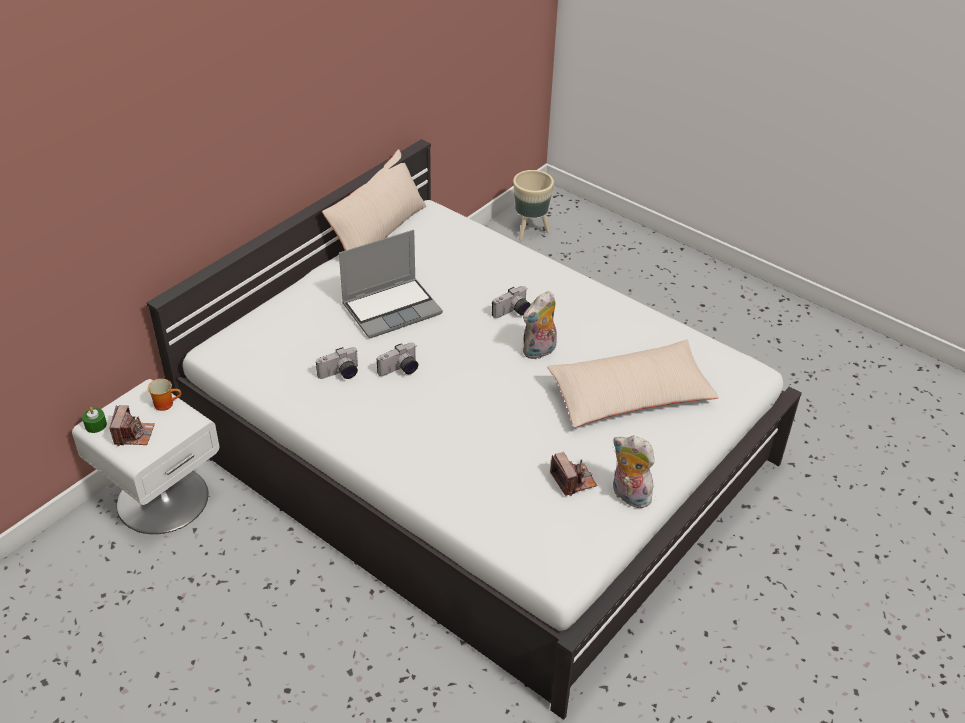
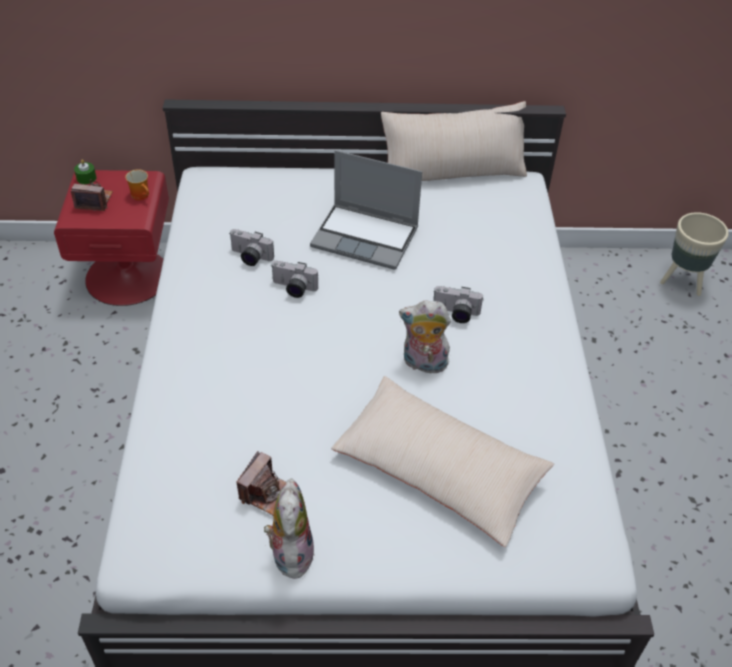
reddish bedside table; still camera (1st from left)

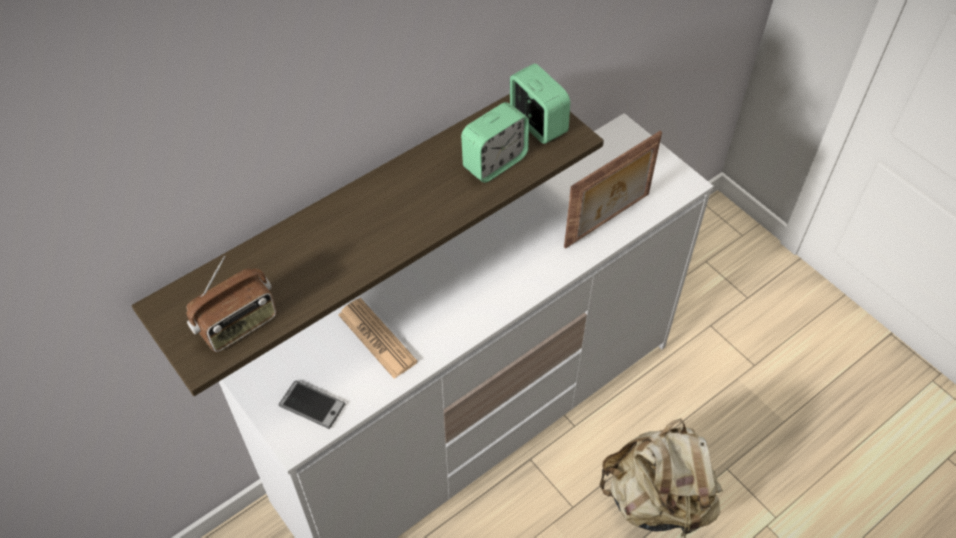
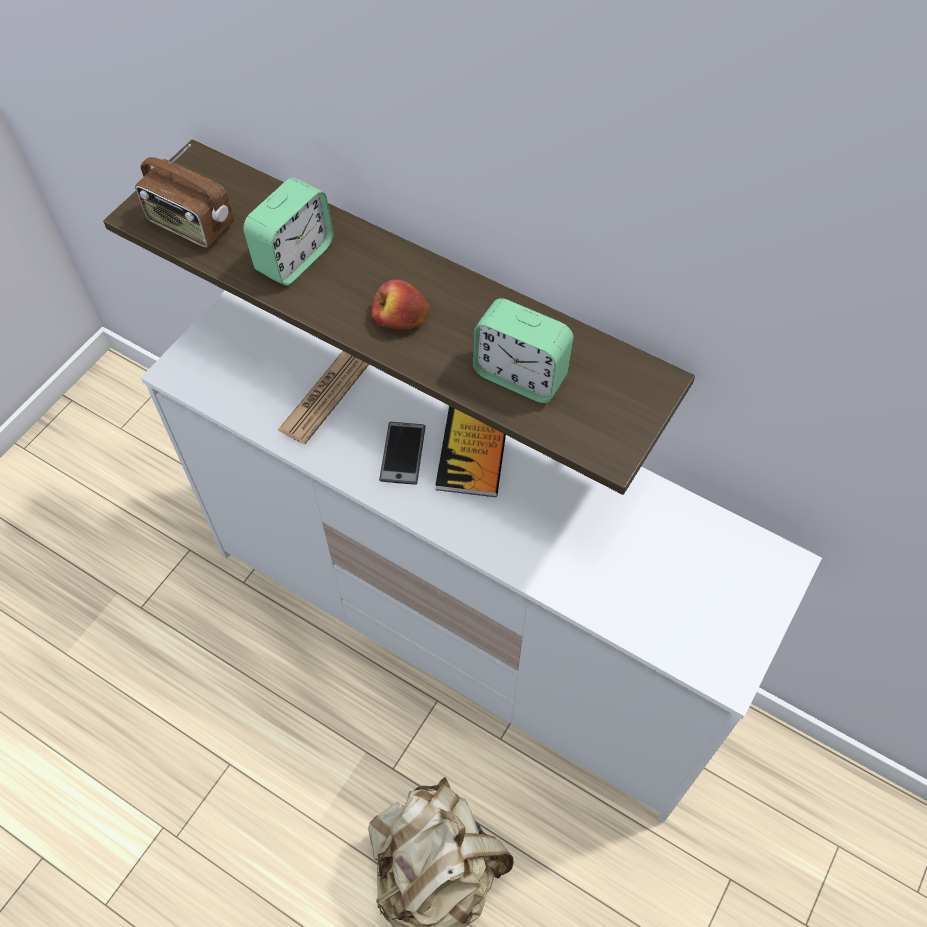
phone; bedside clock (1st from left); picture frame; whole apple; book

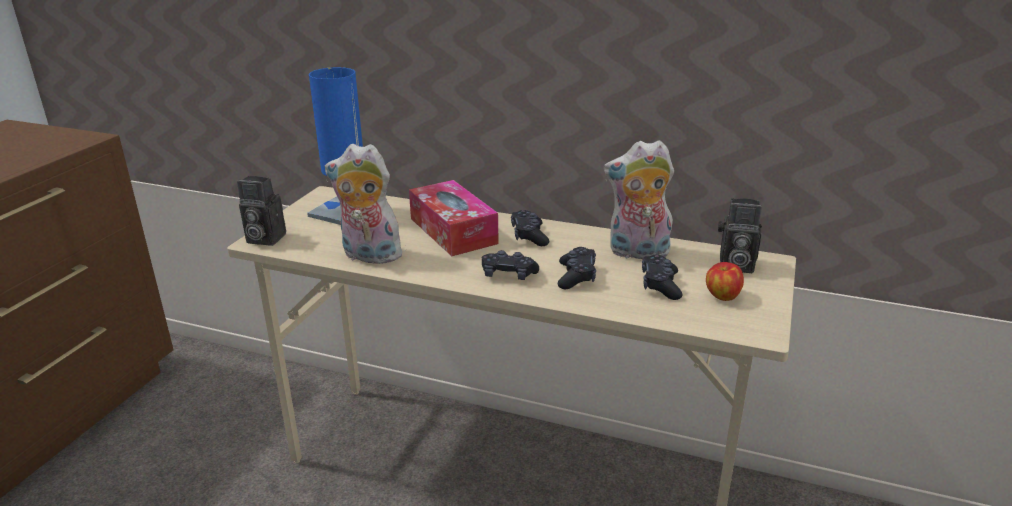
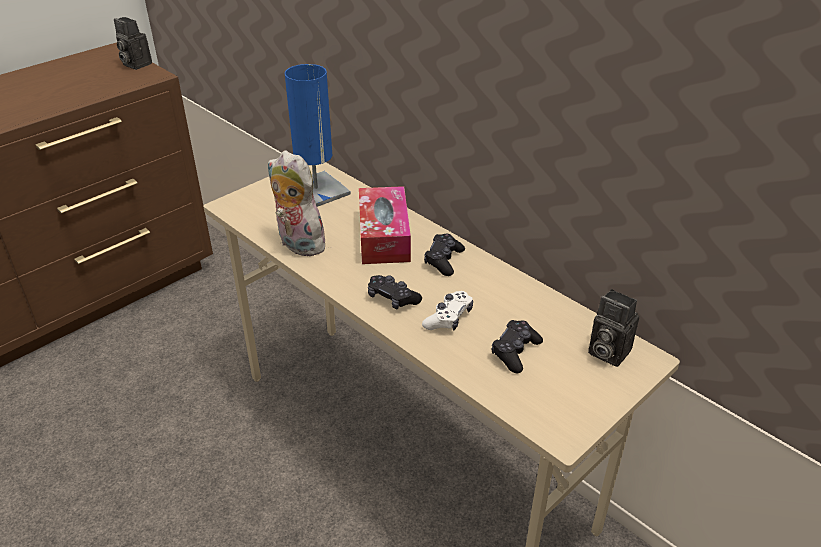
still camera (1st from left); white joypad; plush toy (2nd from left in the first image); whole apple

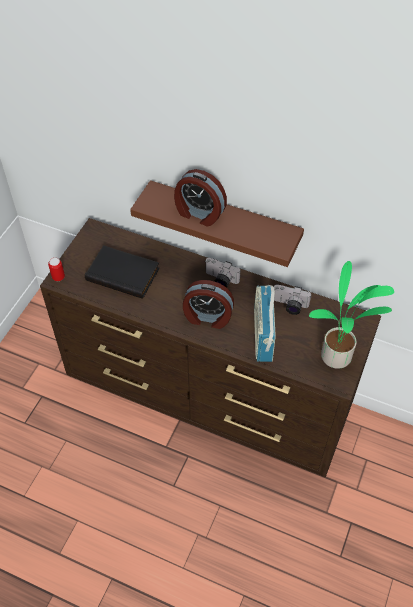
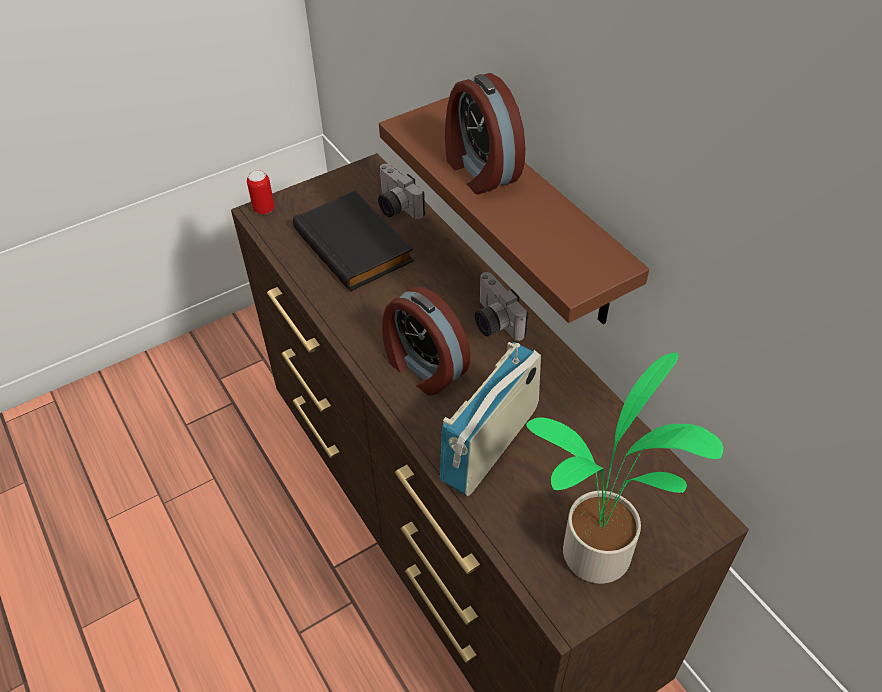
still camera (1st from left)

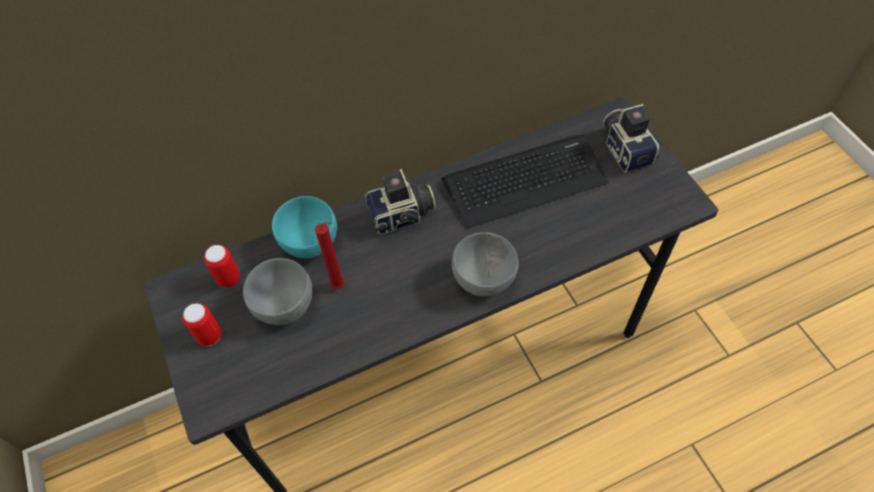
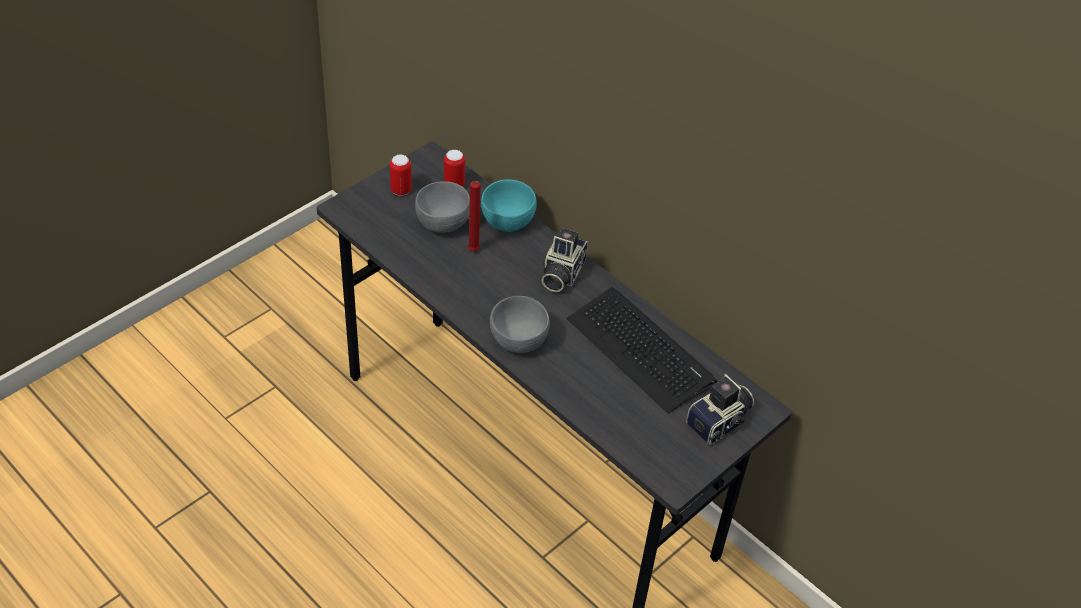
still camera (1st from left)

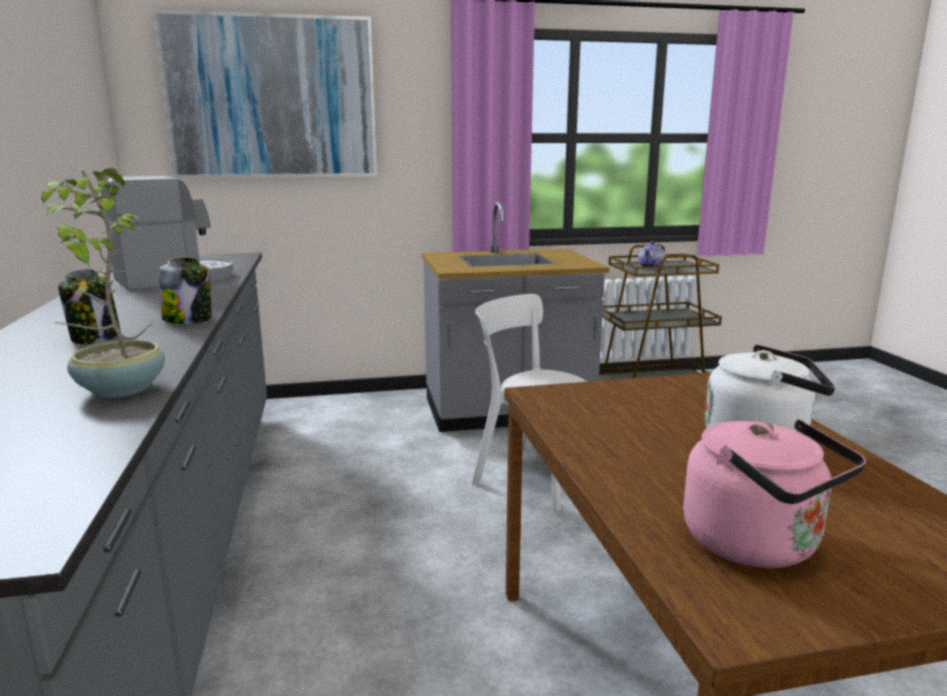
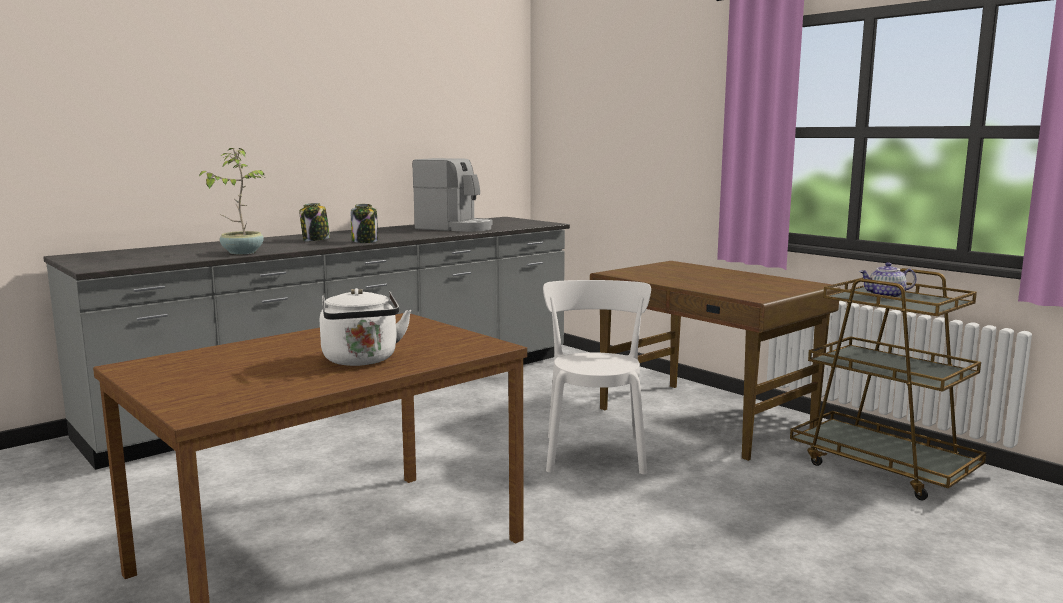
picture; brown-coloured desk; pink-coloured water kettle

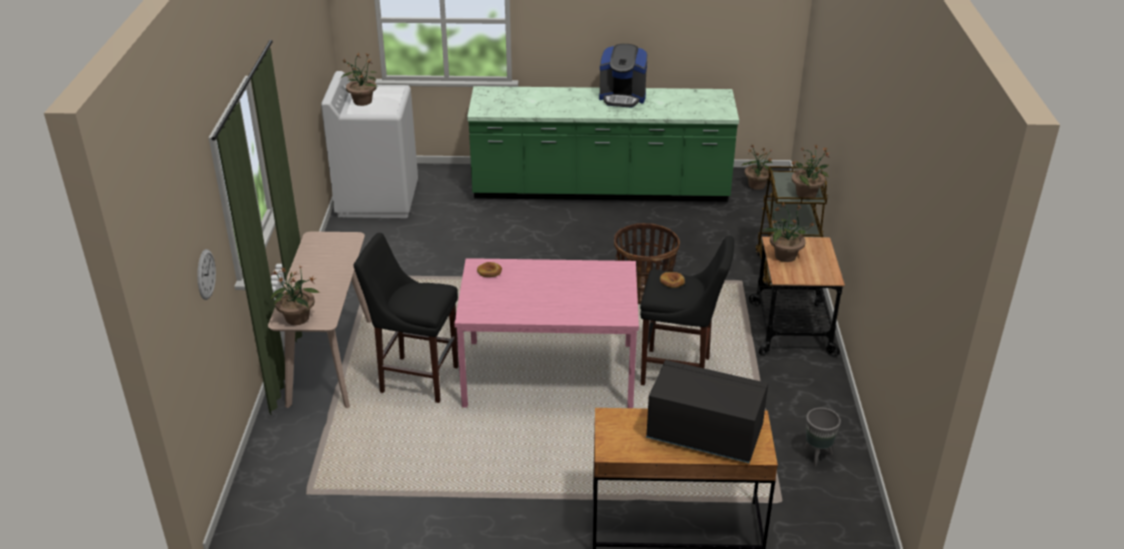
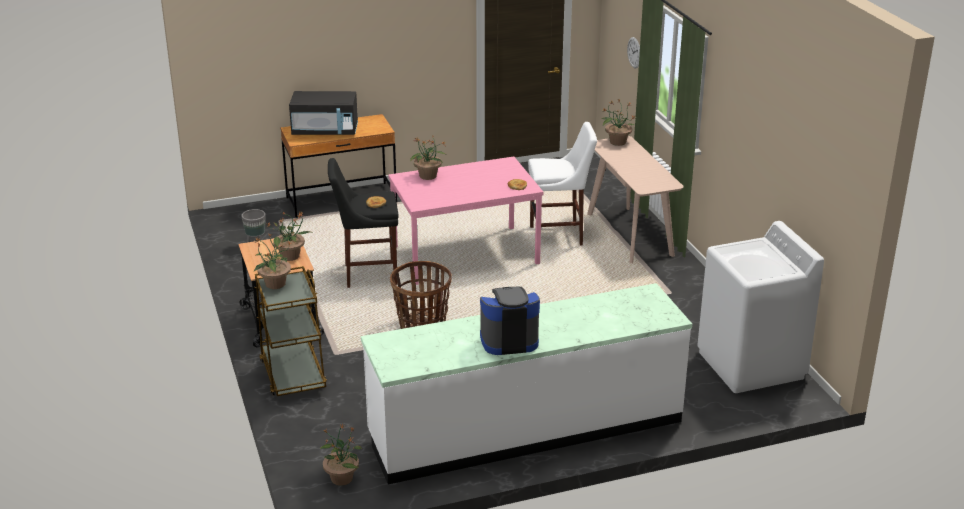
houseplant (4th from left); white sitting stool; white kitchen base unit

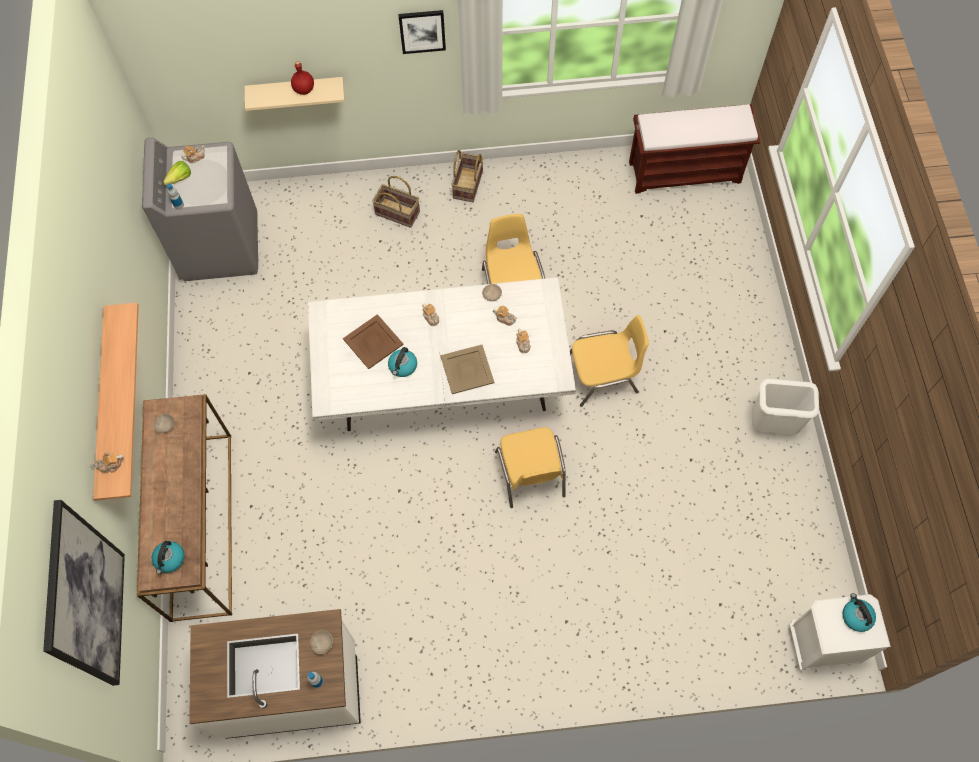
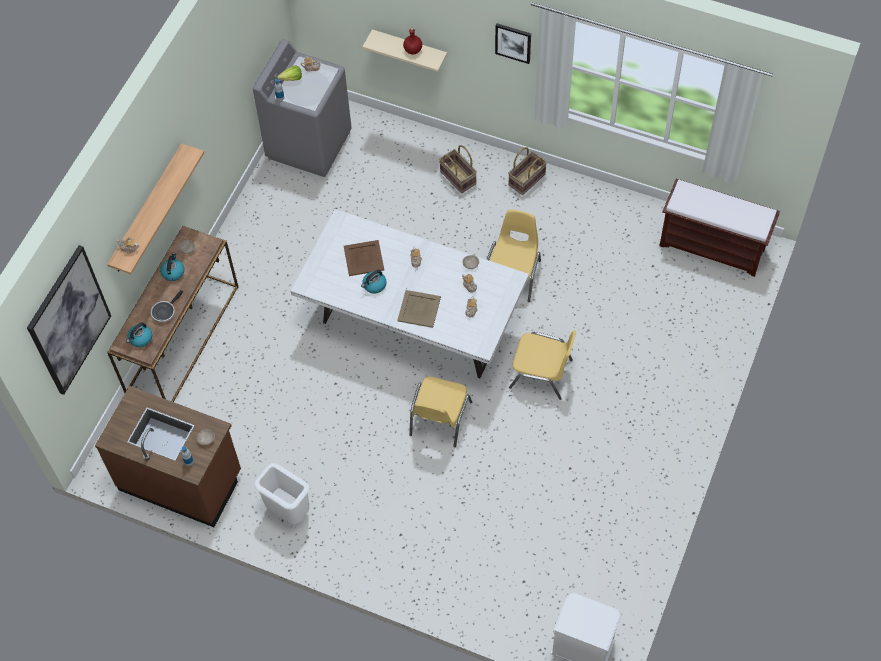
brown-coloured kitchen base unit; white trash can; water kettle (2nd from left); frying pan

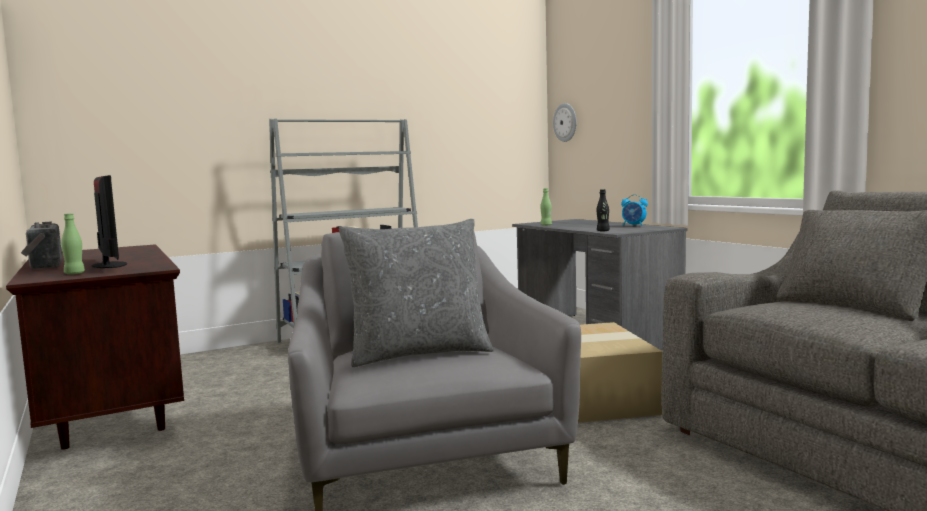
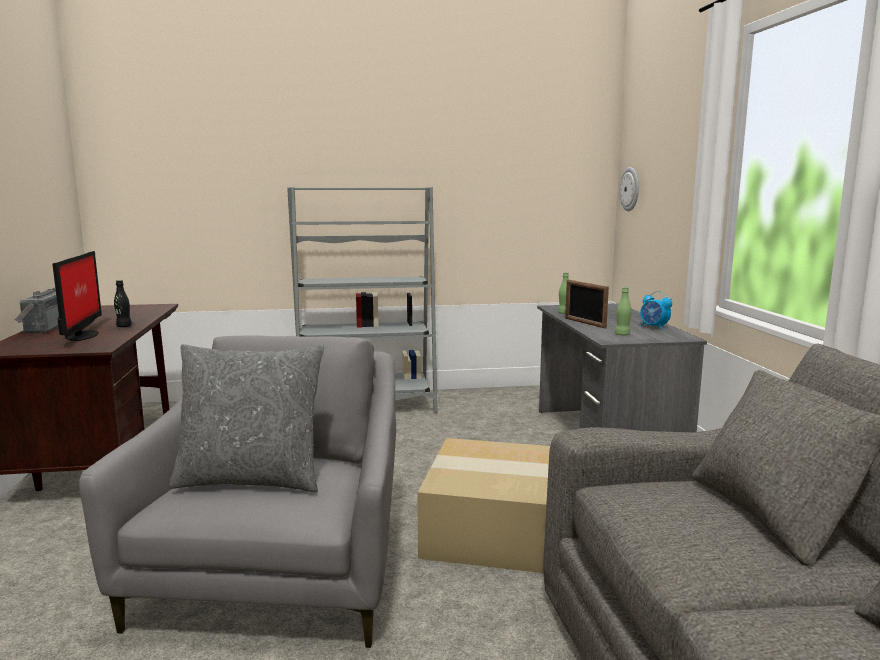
green drink bottle (2nd from left); blackish drink bottle; picture frame

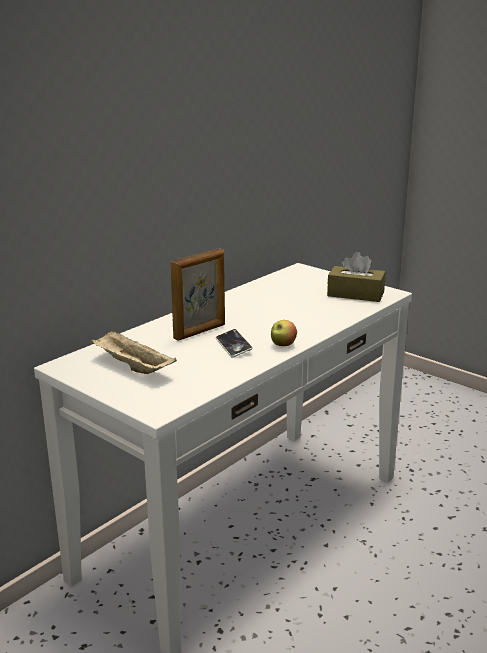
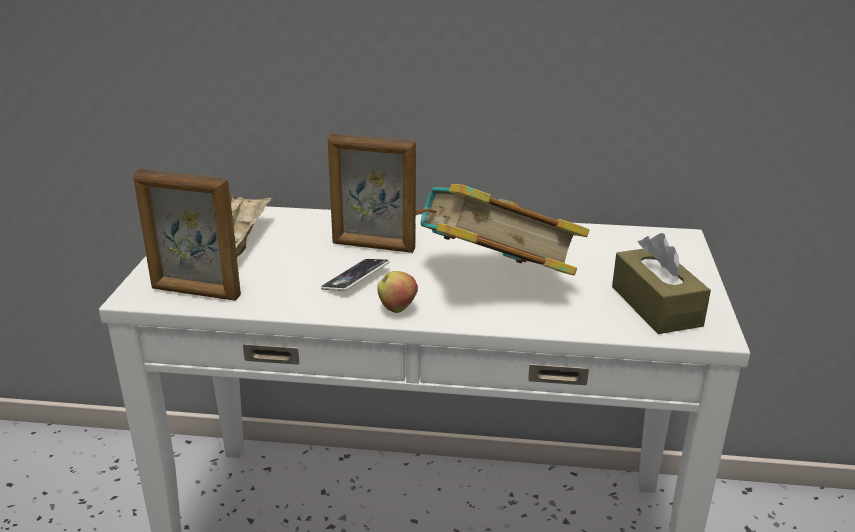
picture frame (1st from left); book

